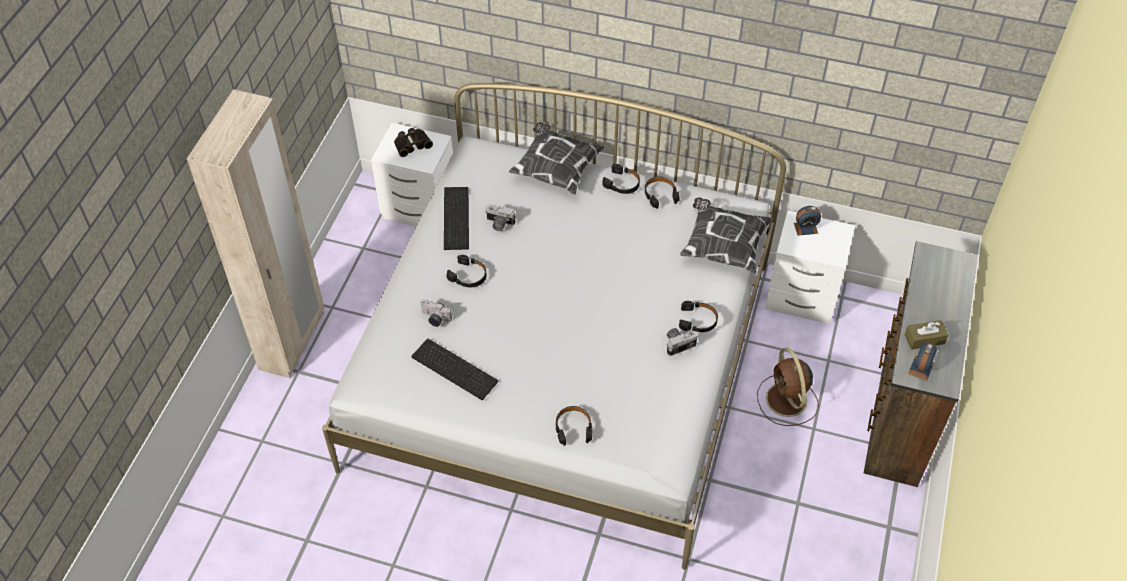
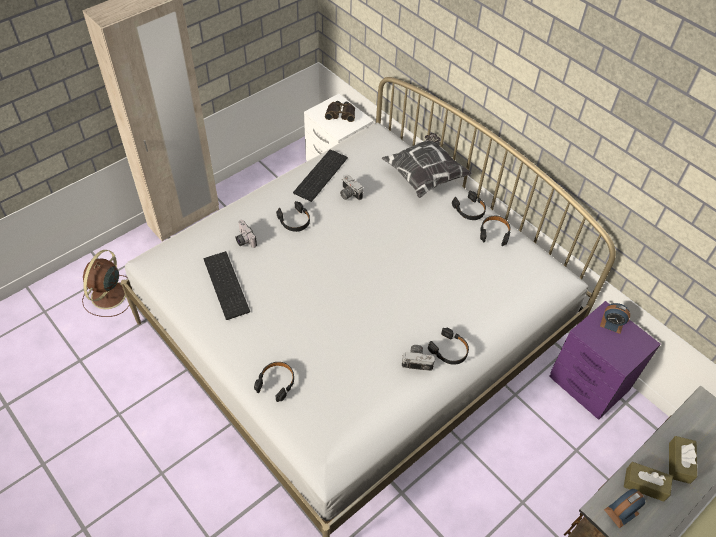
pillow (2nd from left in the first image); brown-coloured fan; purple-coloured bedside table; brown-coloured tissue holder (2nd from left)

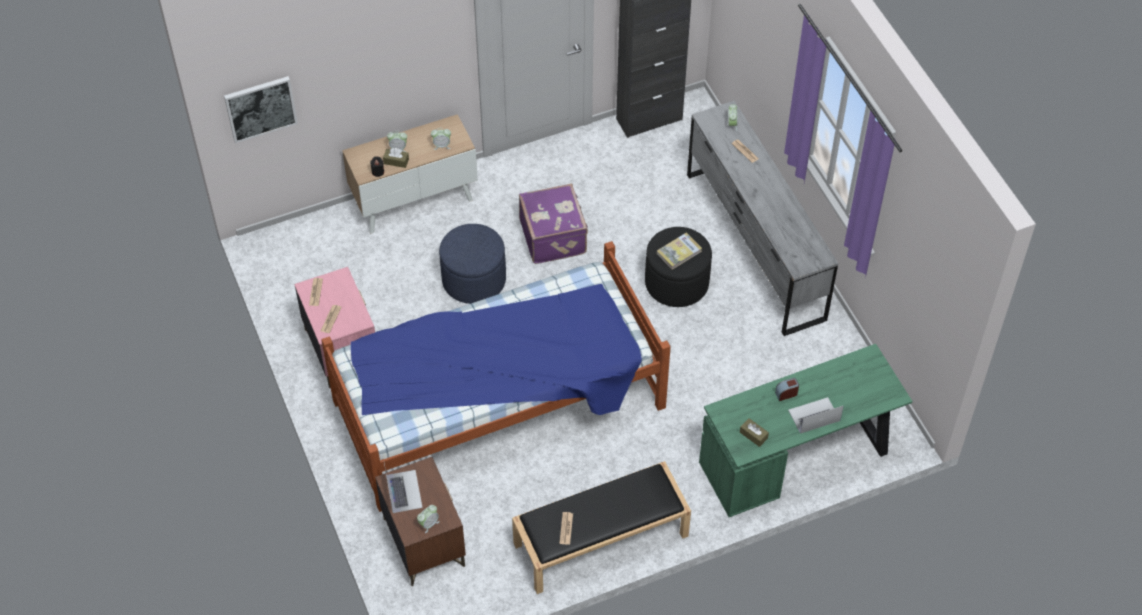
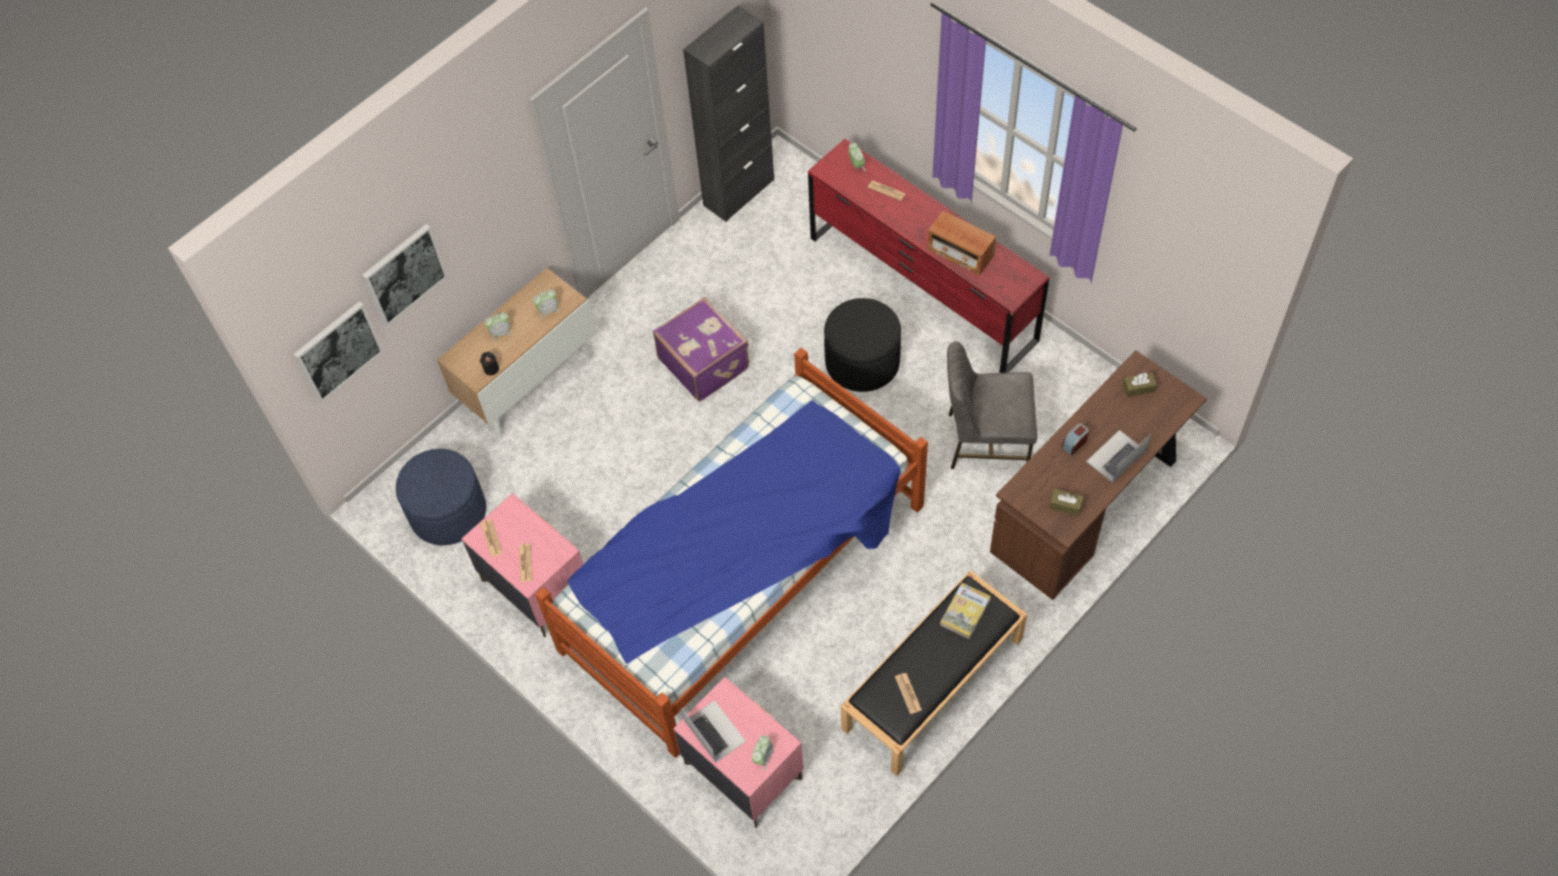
pink-coloured bedside table (2nd from left); brown-coloured tissue holder (2nd from left); bluish footrest; book; reddish chest of drawers; brown-coloured desk; picture (2nd from left); radio set; greyish upright chair

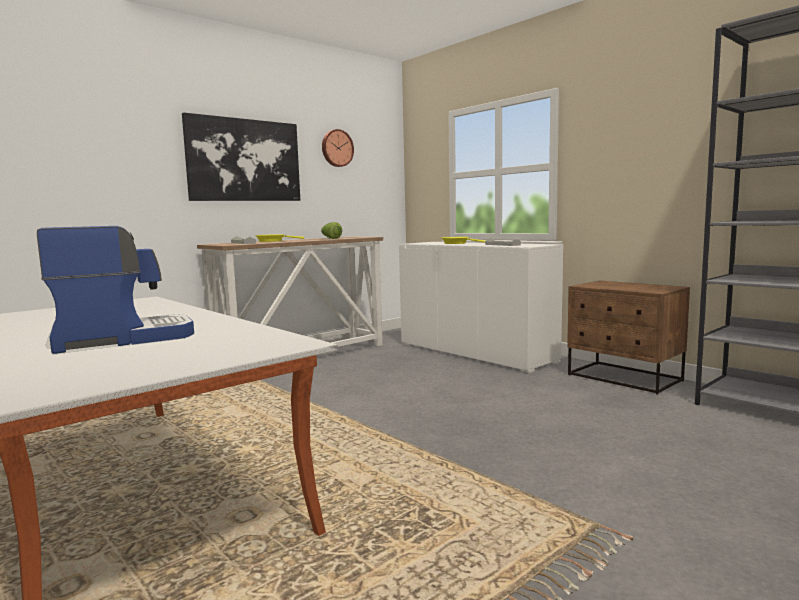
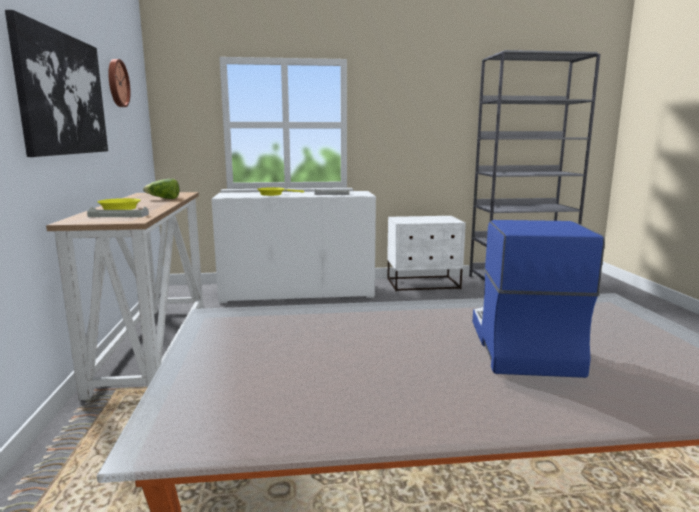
white bedside table

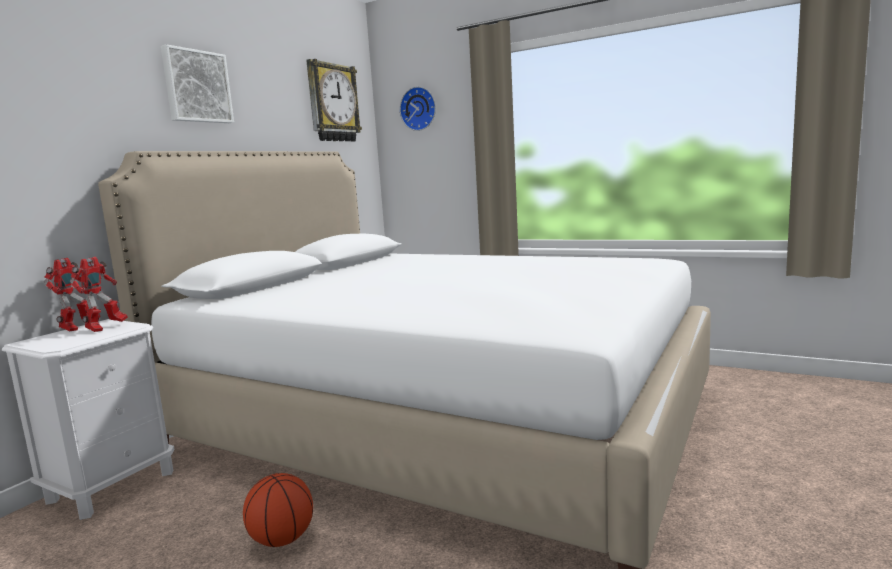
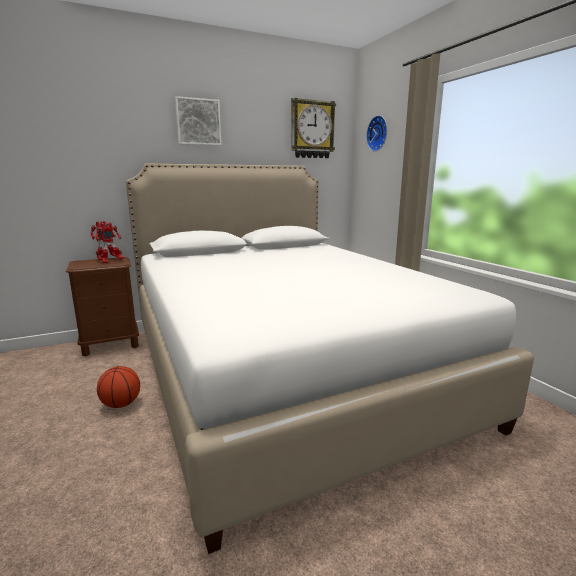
brown-coloured bedside table

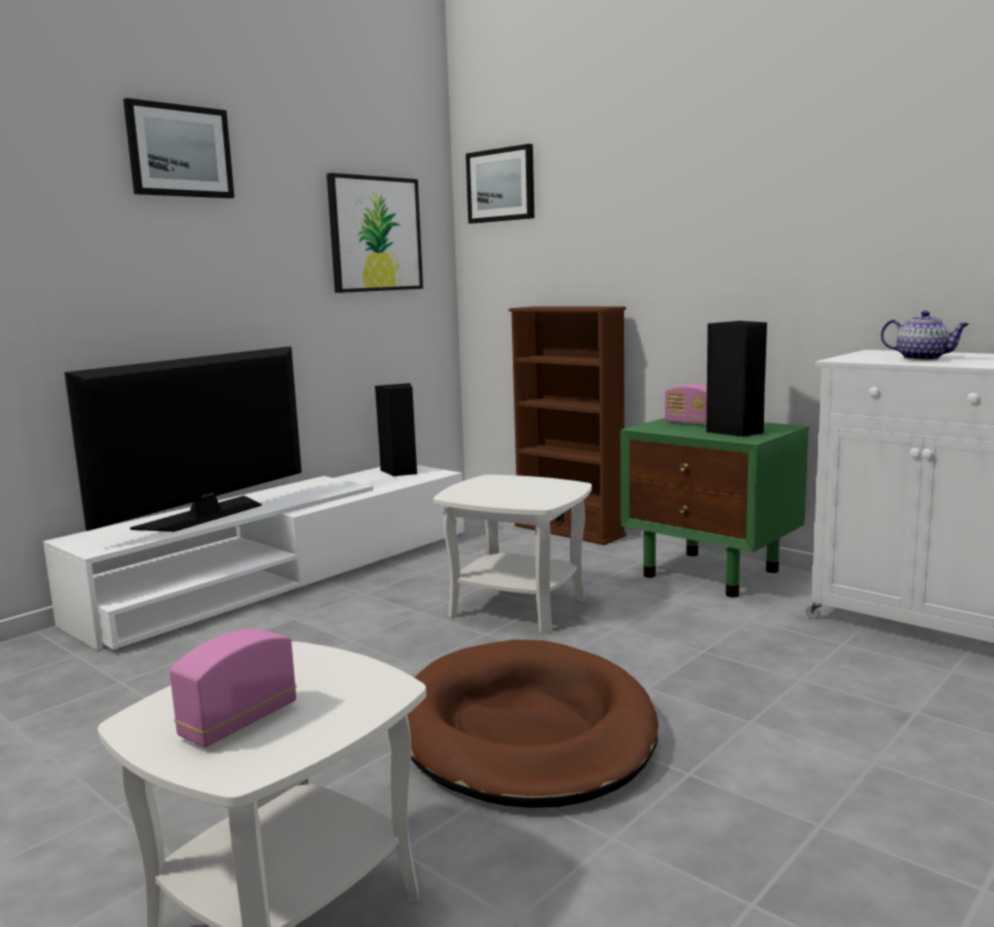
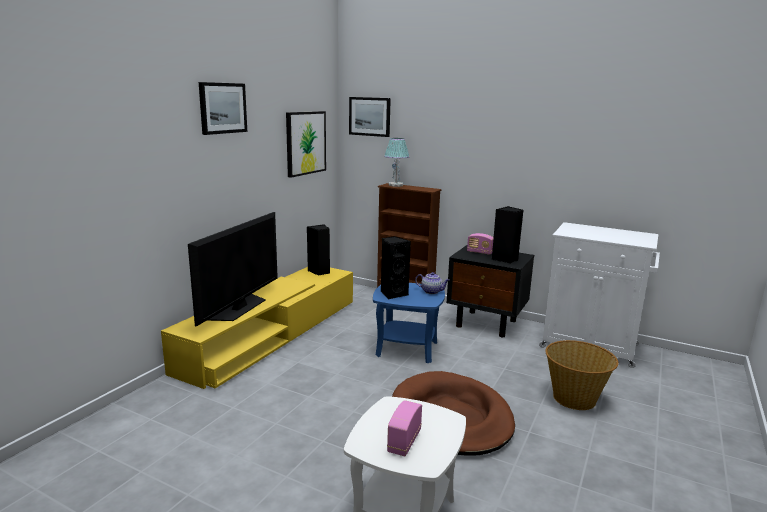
yellow-coloured media console; bluish end table; blackish bedside table; tea pot; blackish audio speaker (2nd from left); lamp for a table; basket

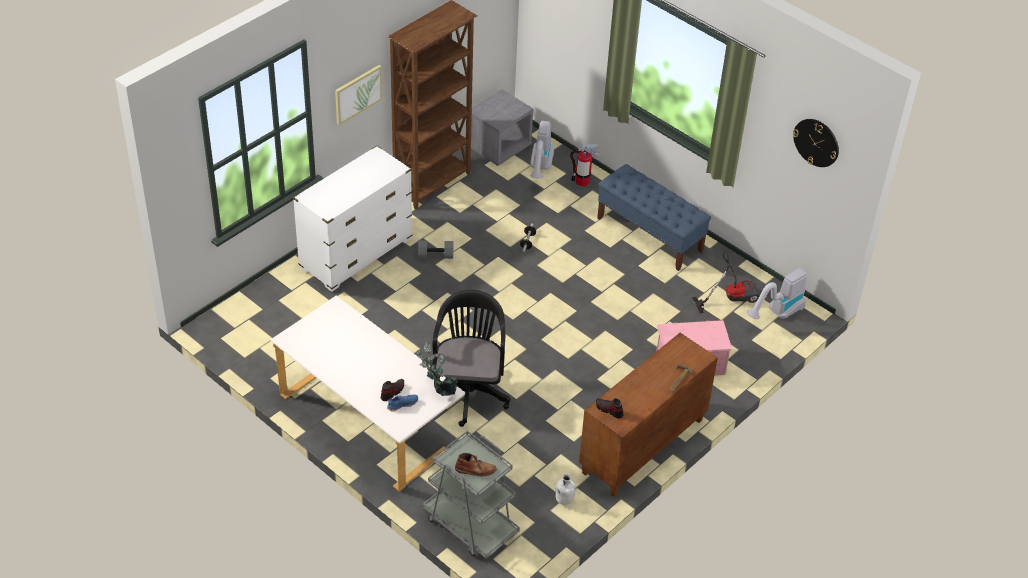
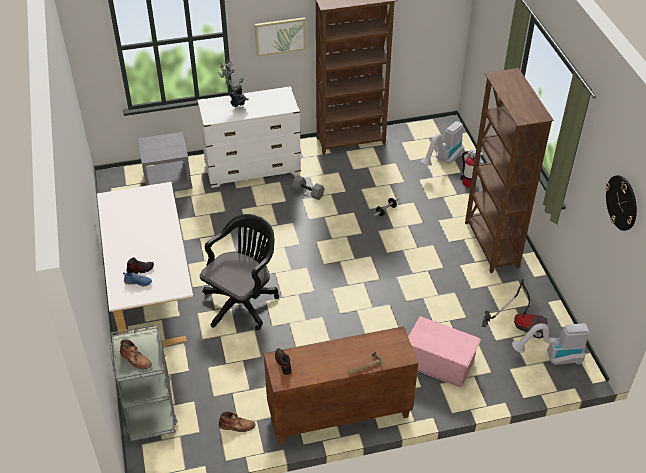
houseplant; greyish bedside table; brown-coloured high-top boot (2nd from left); brown-coloured shelving unit (2nd from left)

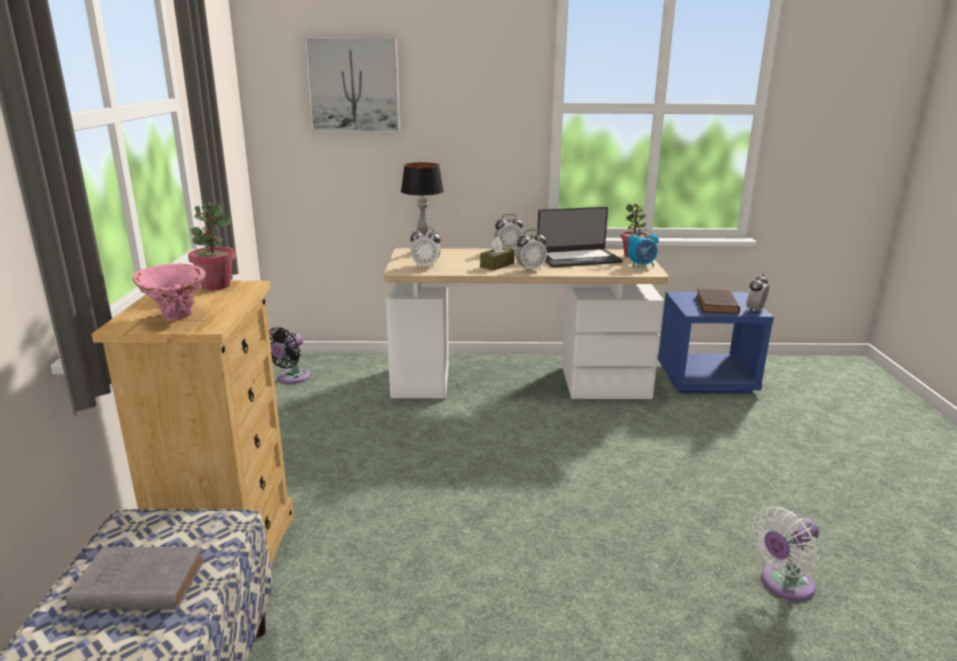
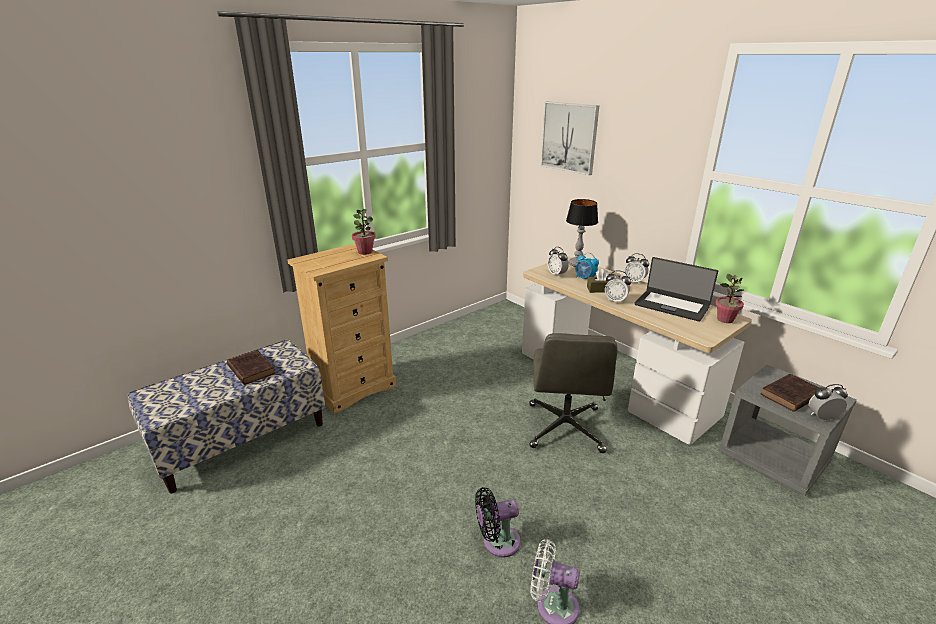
brown-coloured book (1st from left); pink-coloured flower vase; blackish fan; bedside clock (2nd from left); greyish bedside table; greyish computer chair

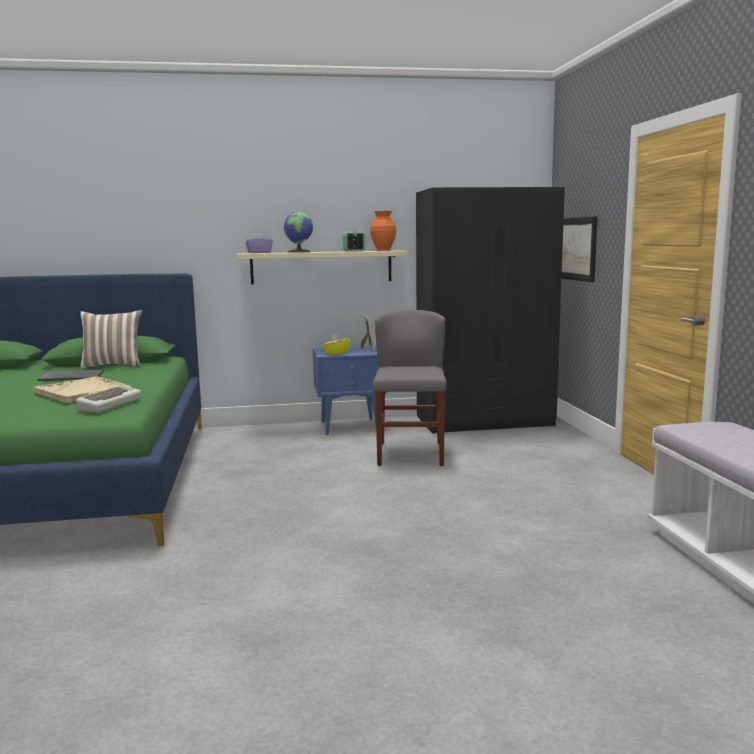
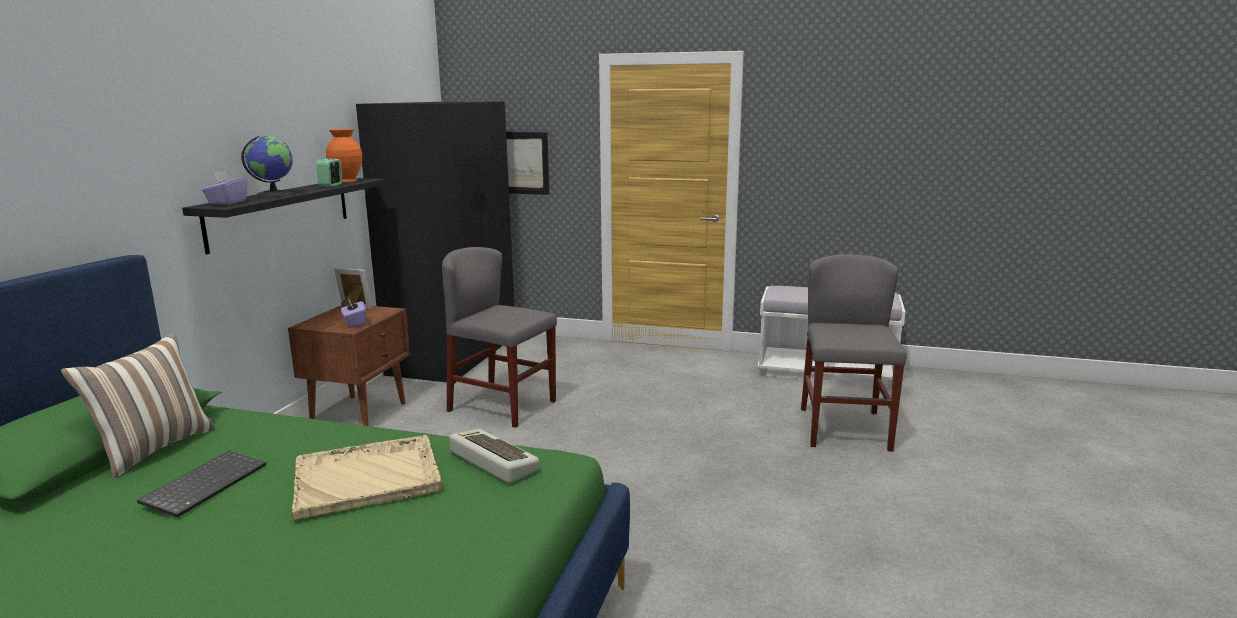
blackish bracket shelf; brown-coloured bedside table; purple-coloured tissue holder (2nd from left); greyish upright chair (2nd from left)

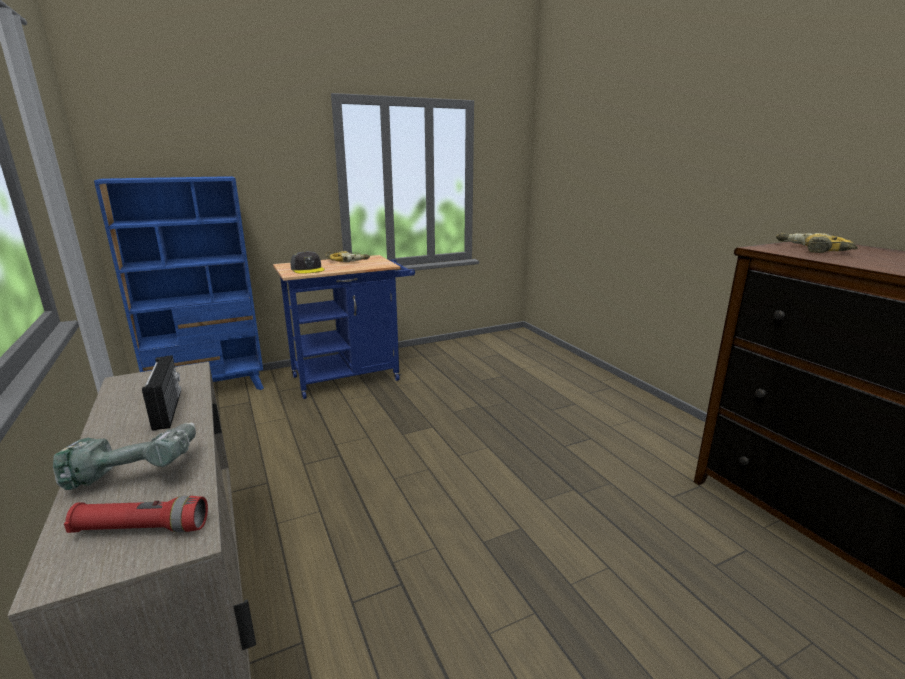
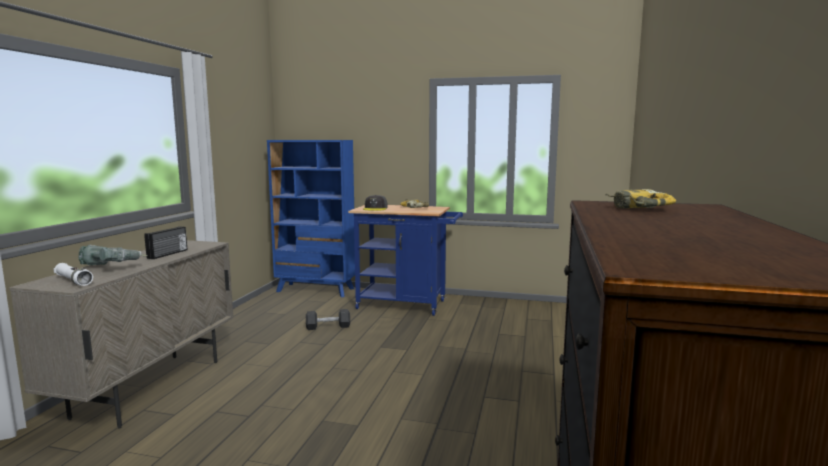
white flashlight; blackish hand weight

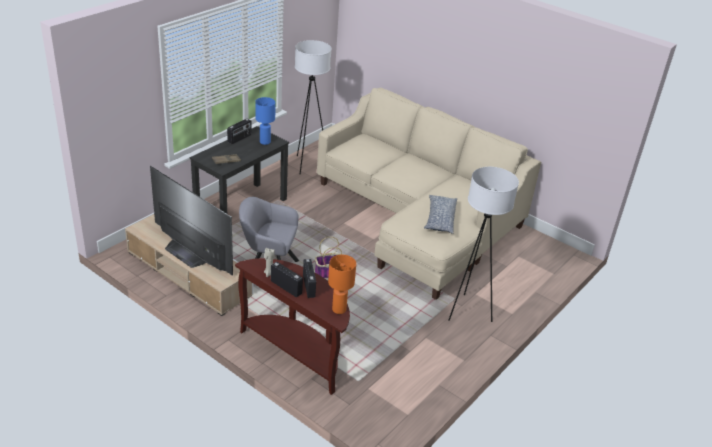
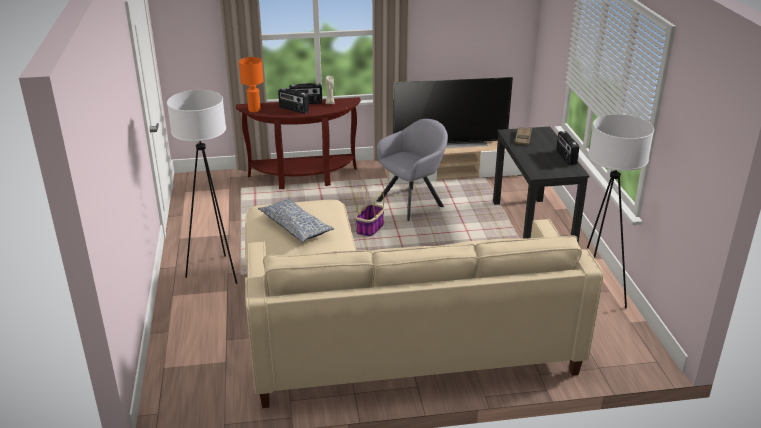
bluish lamp for a table

